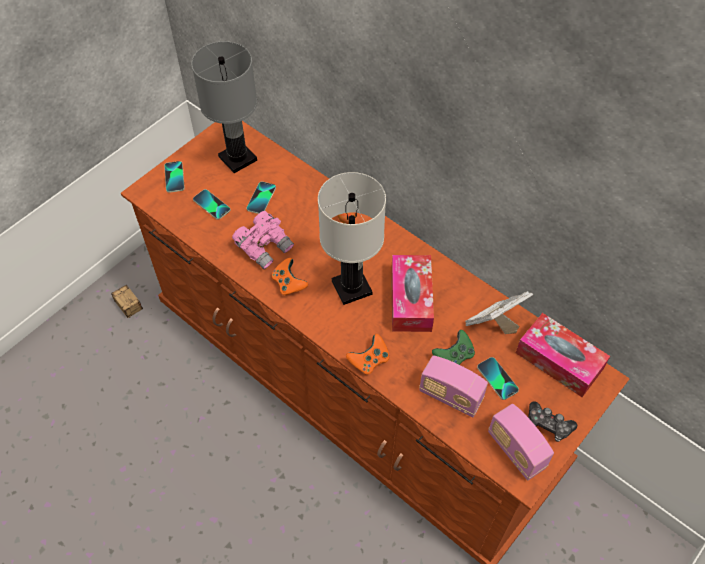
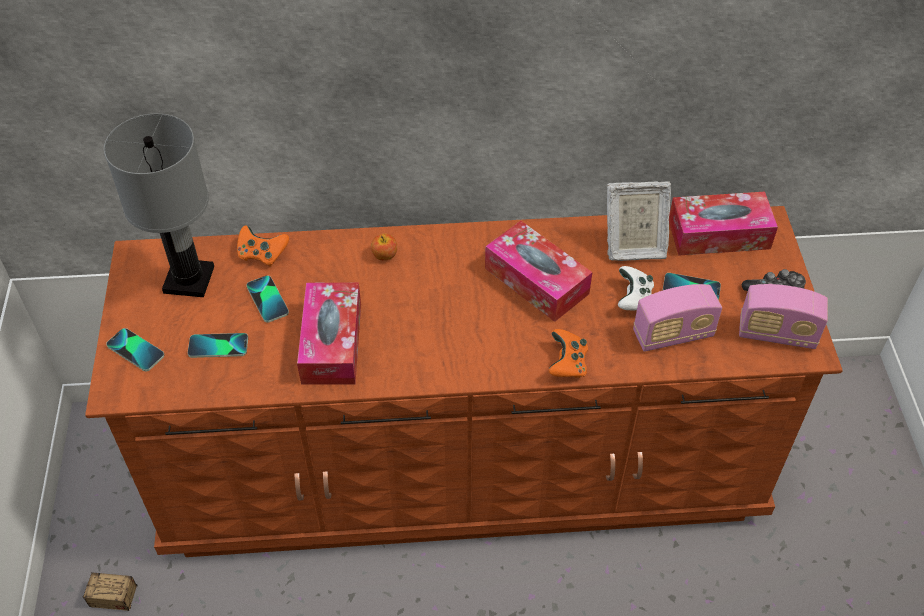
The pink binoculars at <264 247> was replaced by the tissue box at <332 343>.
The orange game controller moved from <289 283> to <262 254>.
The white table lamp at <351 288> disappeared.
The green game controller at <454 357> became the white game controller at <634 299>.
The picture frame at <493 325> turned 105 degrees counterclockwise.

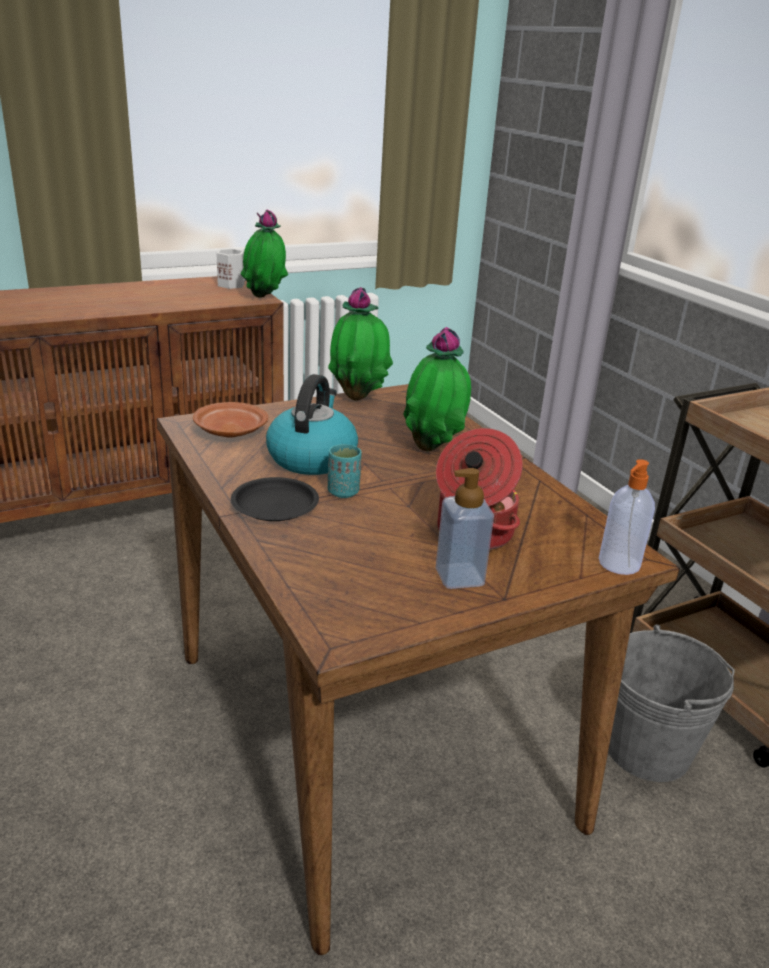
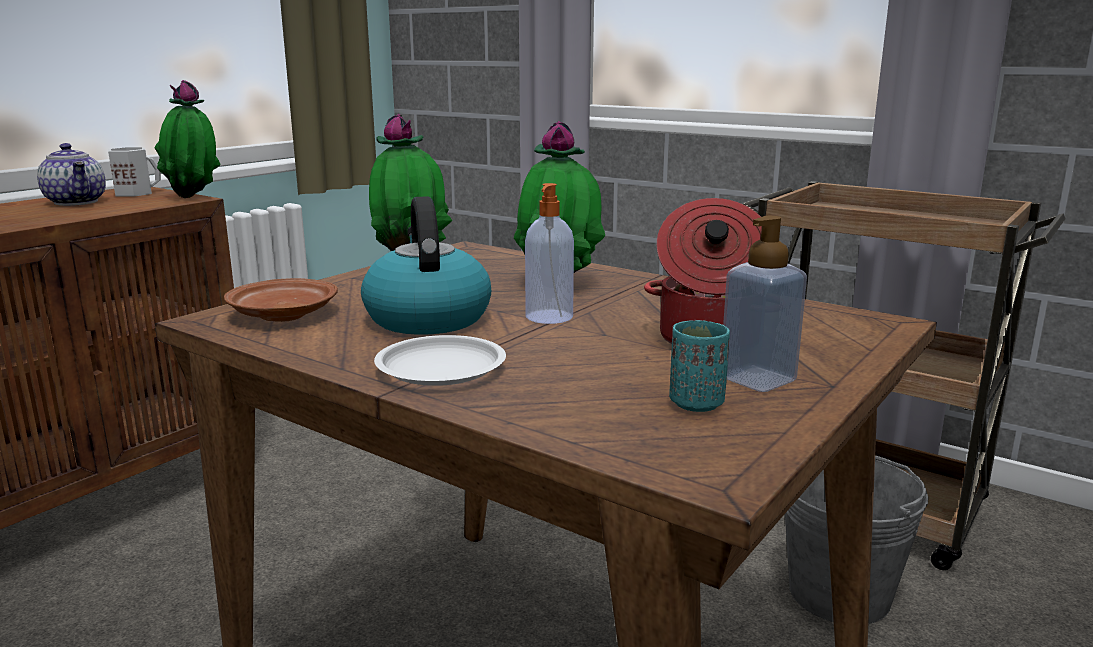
The black plate at <274 505> became the white plate at <440 368>.
The turquoise cup moved from <343 492> to <696 403>.
The soap dispenser moved from <618 564> to <548 317>.
The teapot at <78 202> appeared.

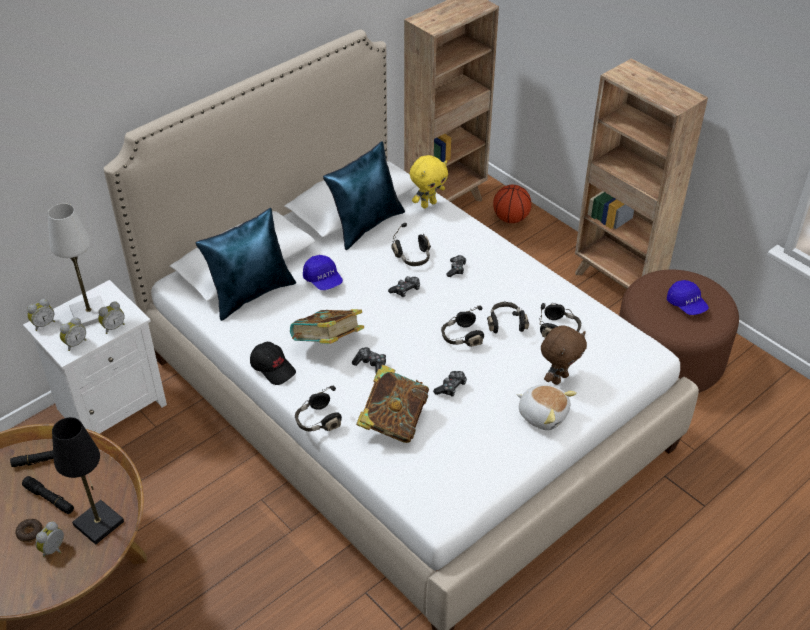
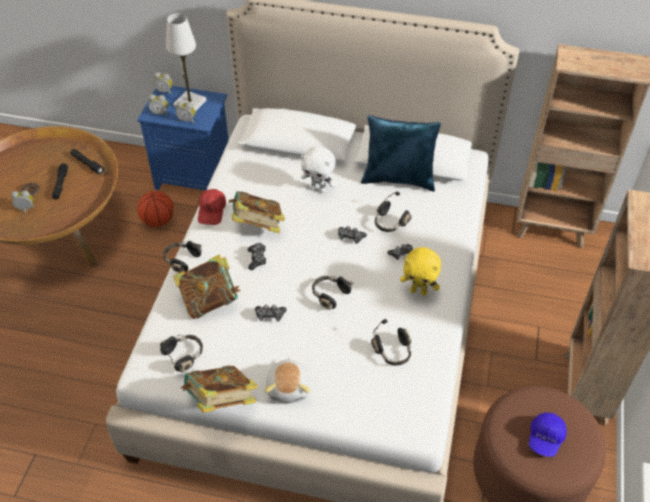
The white nightstand at <111 406> became the blue nightstand at <196 176>.
The black table lamp at <98 523> disappeared.
The blue pillow at <251 293> disappeared.
The black cap at <273 368> became the red cap at <212 211>.
The blue cap at <323 280> was replaced by the white plush toy at <318 189>.
The yellow plush toy moved from <428 204> to <419 291>.
The black headphones moved from <506 323> to <184 355>.
The basketball moved from <510 219> to <158 221>.
The brown plush toy at <559 378> disappeared.
The book at <221 401> appeared.

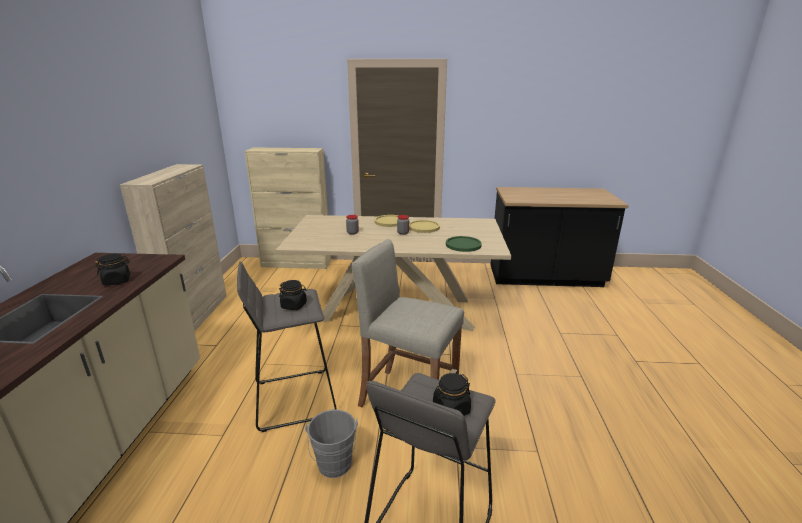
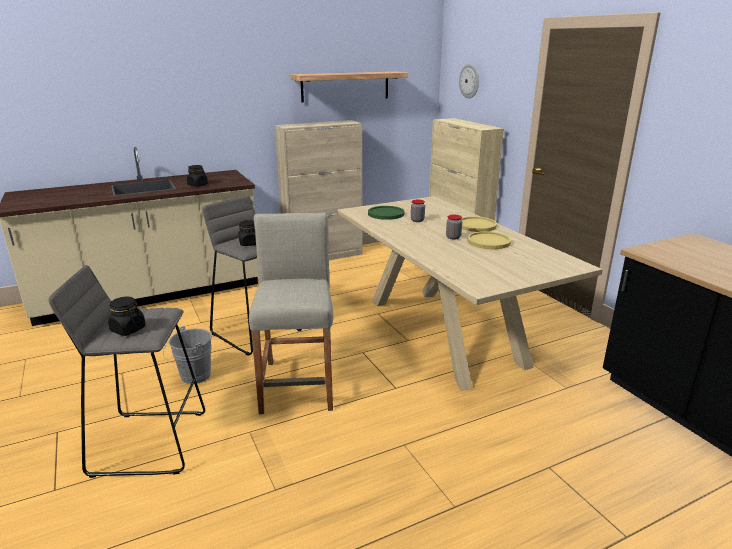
The green plate moved from <463 245> to <386 214>.
The shelf at <345 86> appeared.
The wall clock at <469 81> appeared.

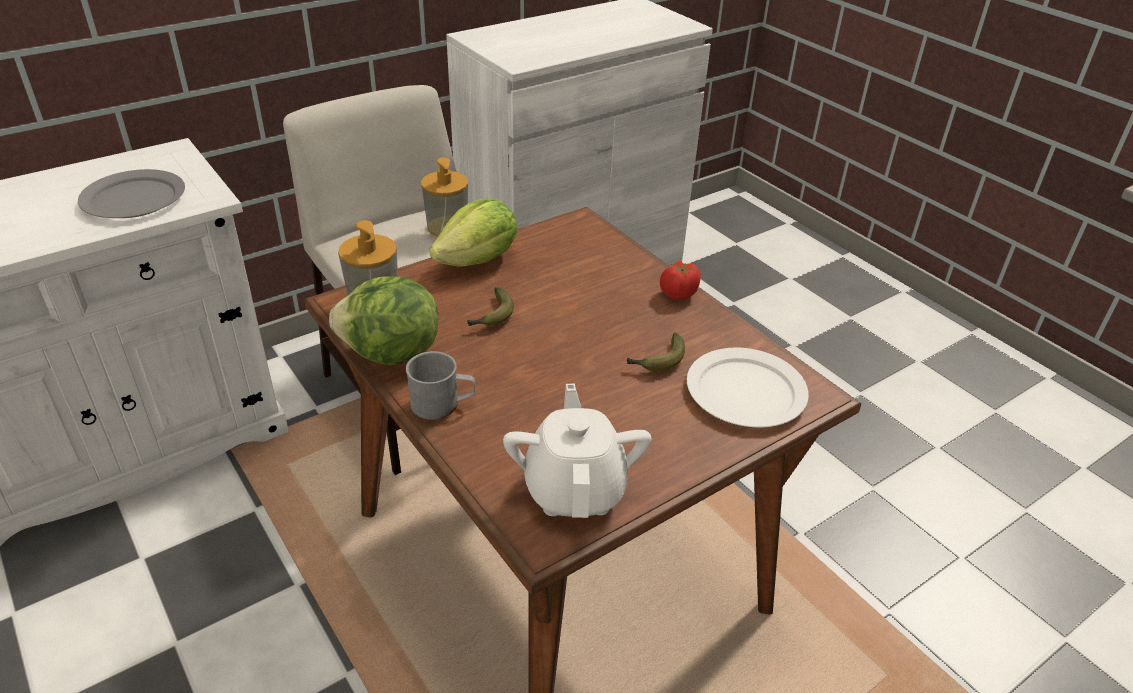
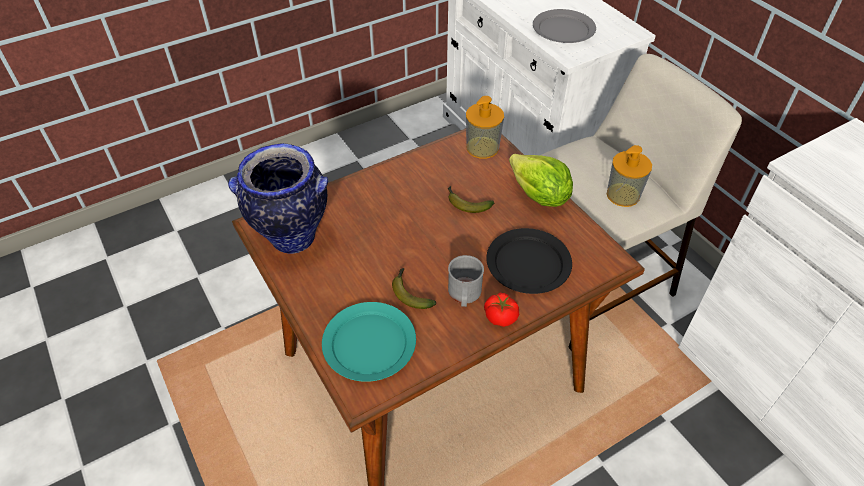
The lettuce at <391 354> disappeared.
The grey mug moved from <442 404> to <464 295>.
The white teapot at <575 489> was replaced by the vase at <292 239>.
The white plate at <744 391> became the turquoise plate at <369 343>.
The black plate at <527 263> appeared.

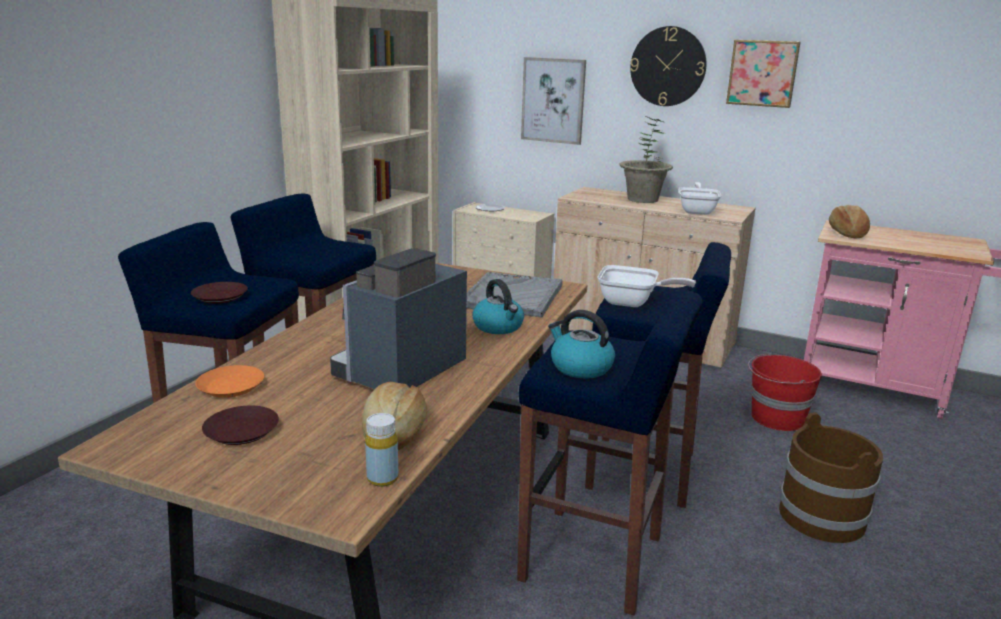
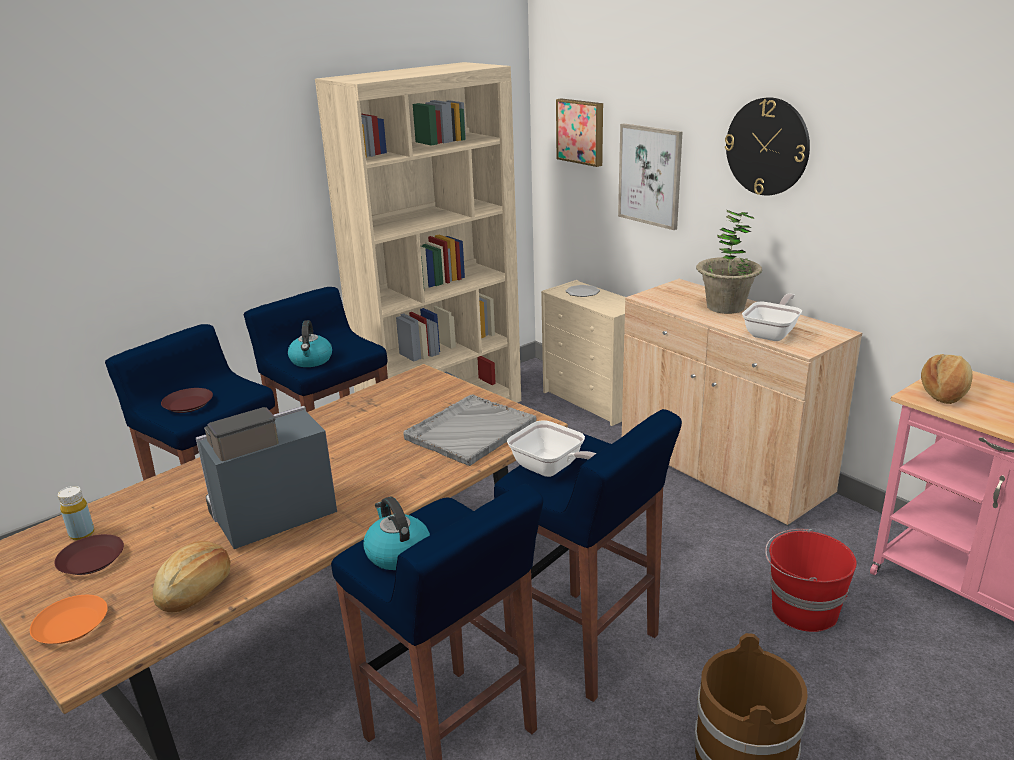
The orange plate moved from <230 386> to <71 625>.
The yellow bottle moved from <382 479> to <82 534>.
The kettle moved from <498 327> to <311 360>.
The picture moved from <762 73> to <581 131>.

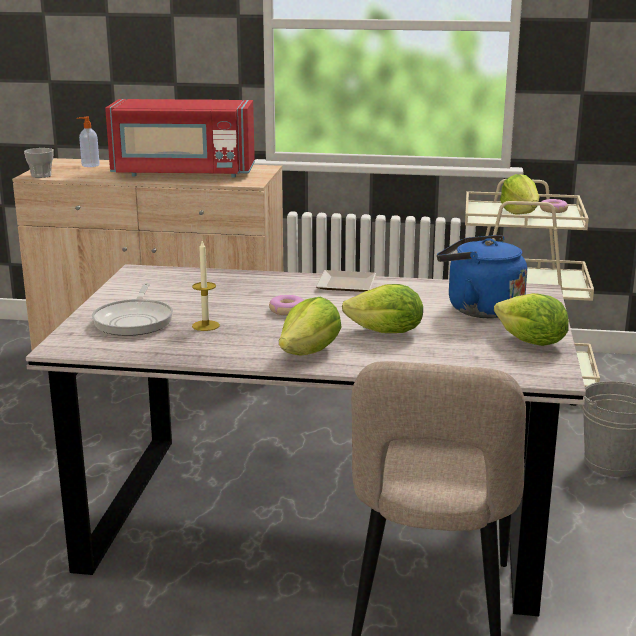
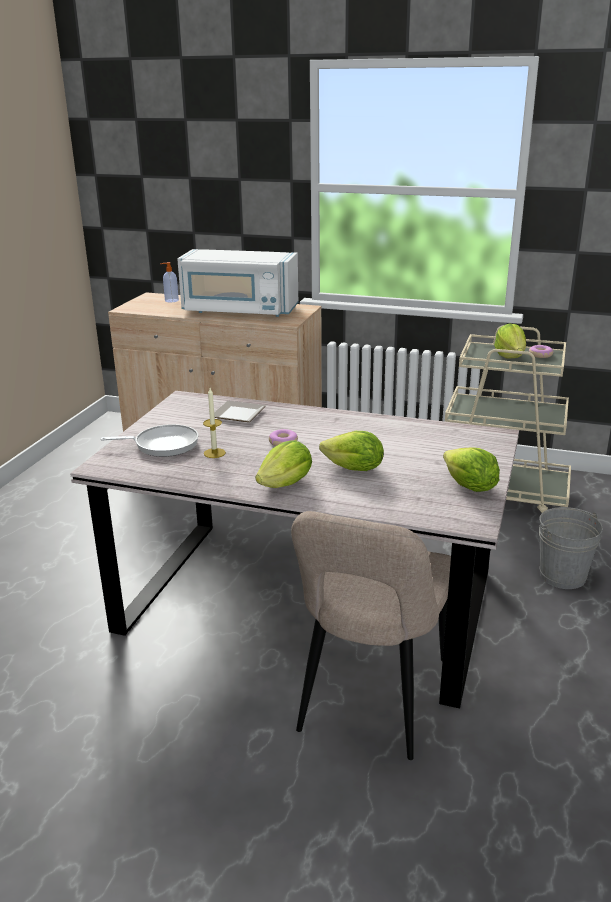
The cup at <41 175> disappeared.
The frying pan at <135 320> turned 105 degrees counterclockwise.
The red microwave at <183 173> became the white microwave at <239 311>.
The plate moved from <348 285> to <239 415>.
The blue kettle at <479 309> disappeared.

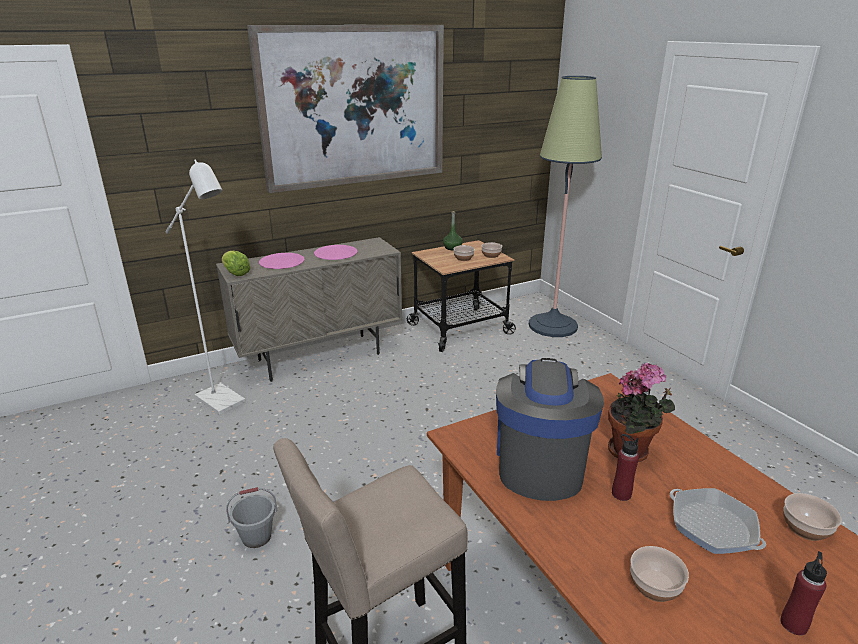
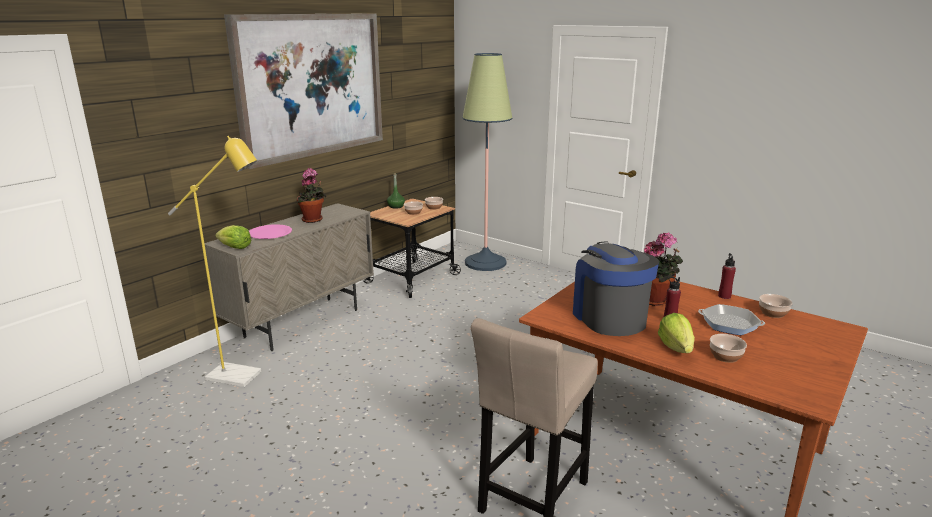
The white floor lamp at <225 403> became the yellow floor lamp at <242 377>.
The grey bucket at <256 537> disappeared.
The pink plate at <336 254> was replaced by the potted plant at <313 220>.
The red bottle moved from <793 624> to <724 296>.
The lettuce at <676 348> appeared.

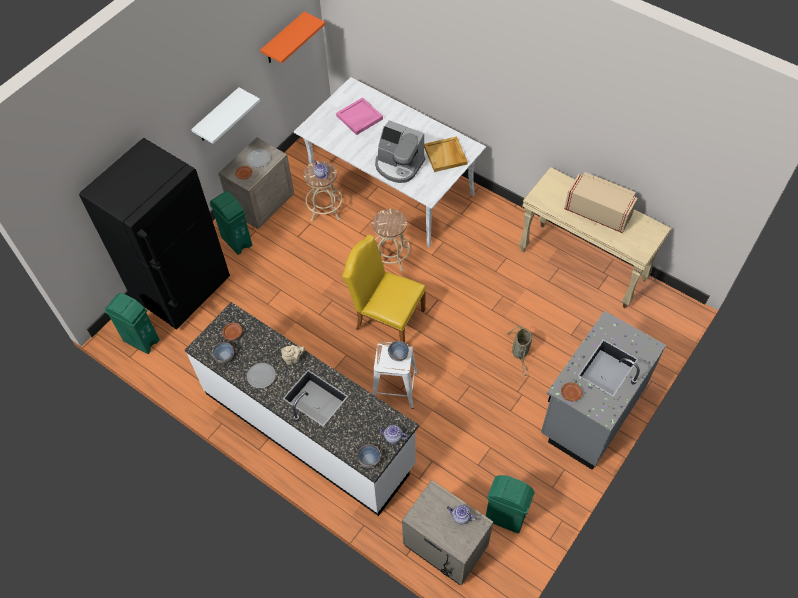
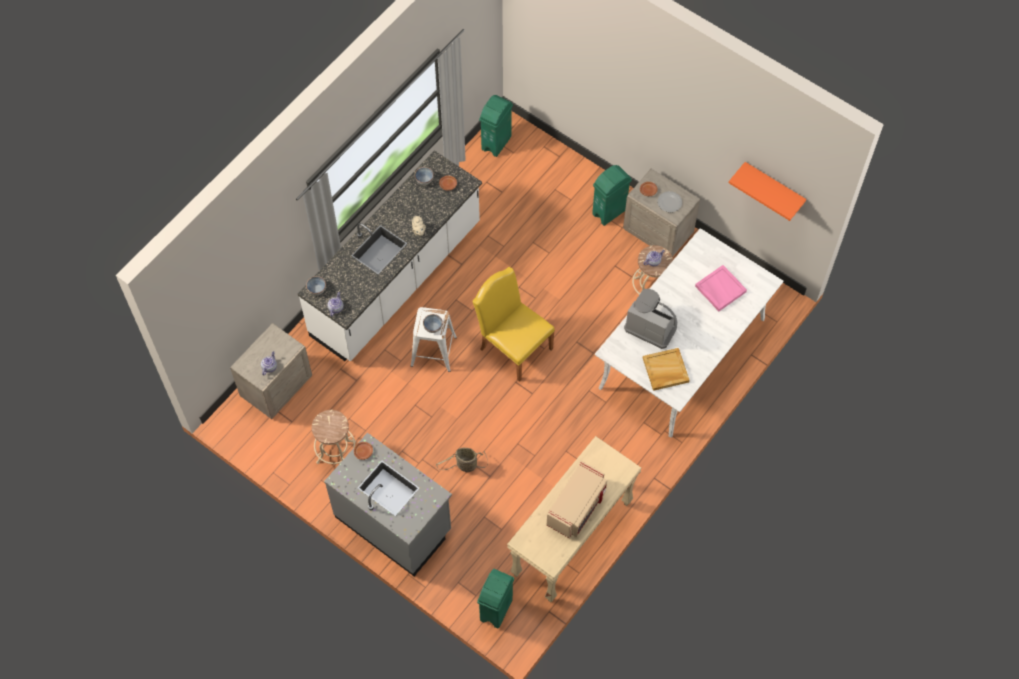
The black fridge at <183 291> disappeared.
The white shelf at <217 116> disappeared.
The plate at <261 375> disappeared.
The yellow chair at <386 317> turned 75 degrees counterclockwise.
The beige stool moved from <391 257> to <336 452>.
The coffee machine at <398 165> turned 90 degrees clockwise.
The green trash can moved from <505 518> to <495 610>.

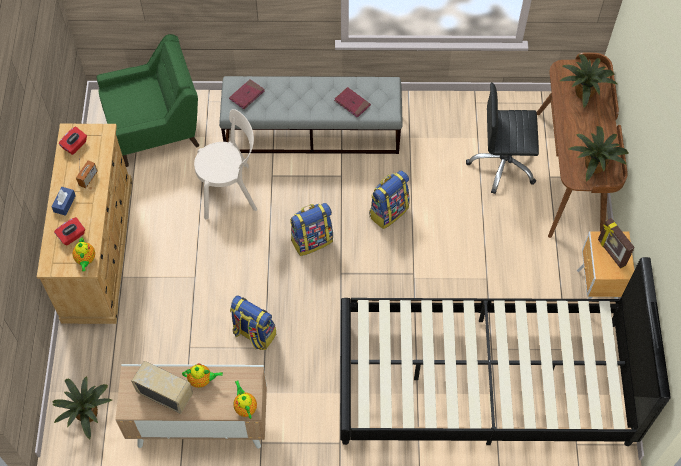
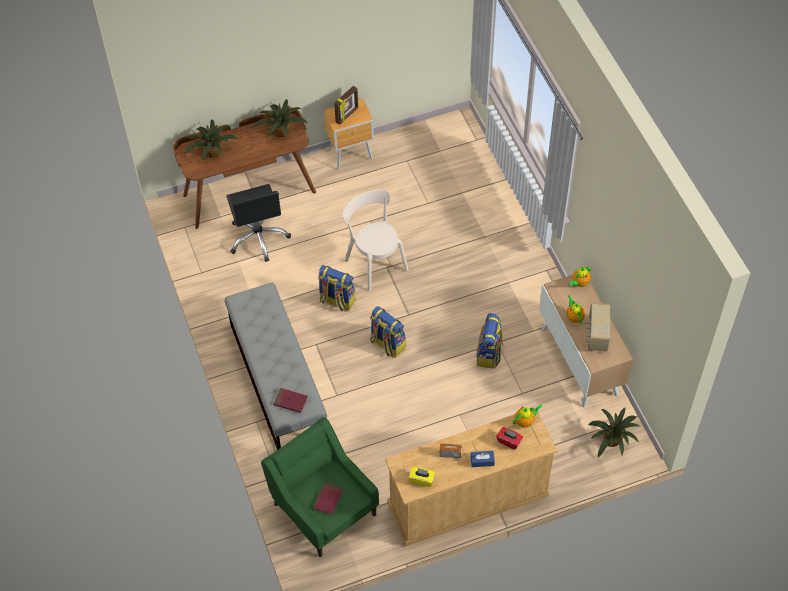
The red tissue box at <75 145> became the yellow tissue box at <422 480>.
The beige chair moved from <230 191> to <374 262>.
The red book moved from <352 103> to <328 499>.
The black bed at <484 382> disappeared.

